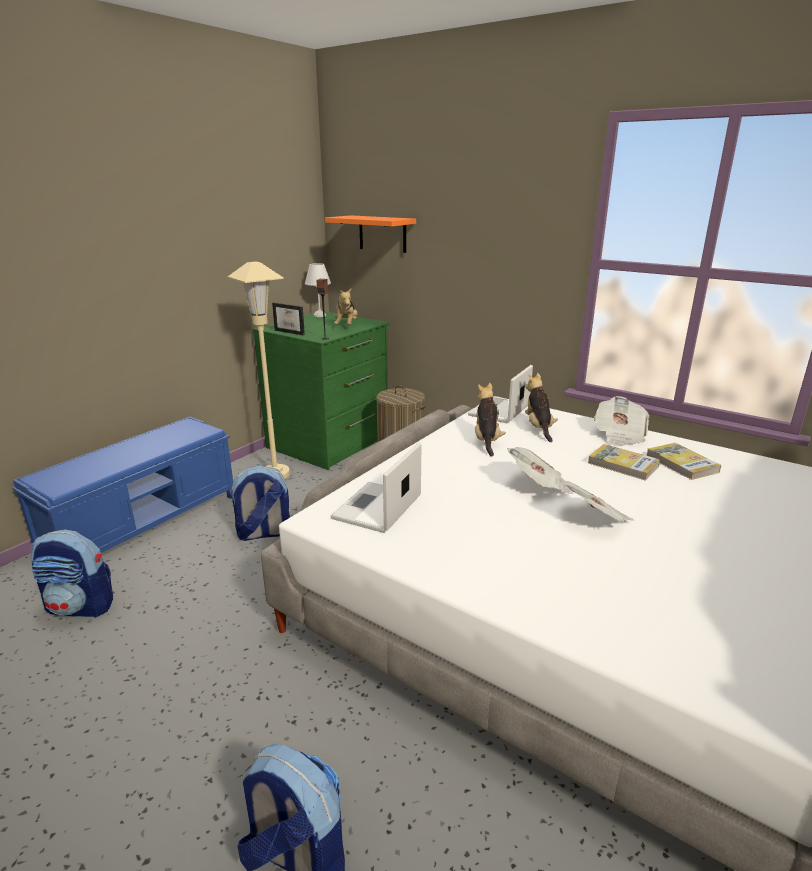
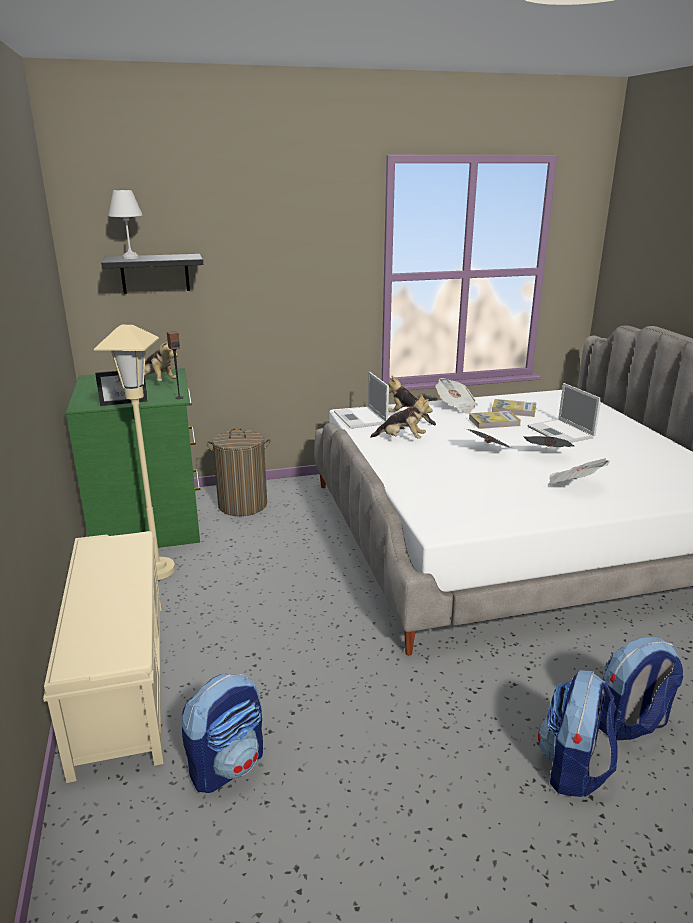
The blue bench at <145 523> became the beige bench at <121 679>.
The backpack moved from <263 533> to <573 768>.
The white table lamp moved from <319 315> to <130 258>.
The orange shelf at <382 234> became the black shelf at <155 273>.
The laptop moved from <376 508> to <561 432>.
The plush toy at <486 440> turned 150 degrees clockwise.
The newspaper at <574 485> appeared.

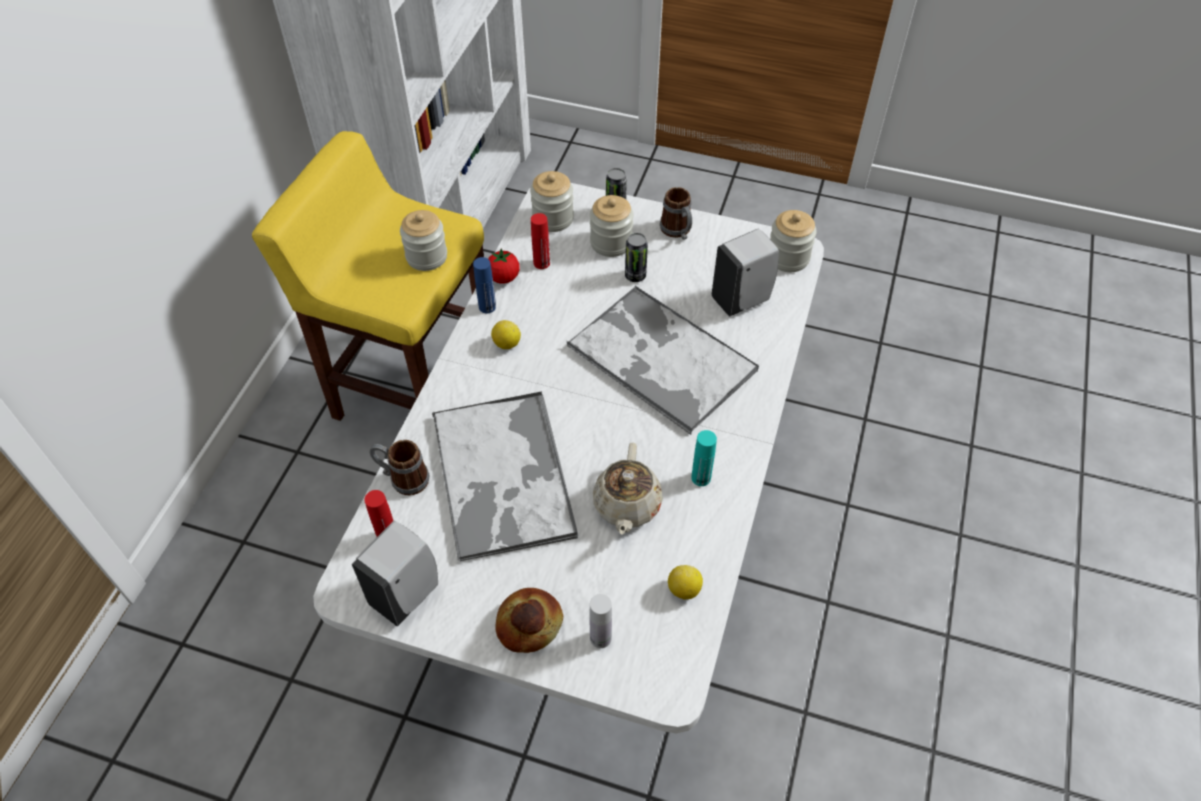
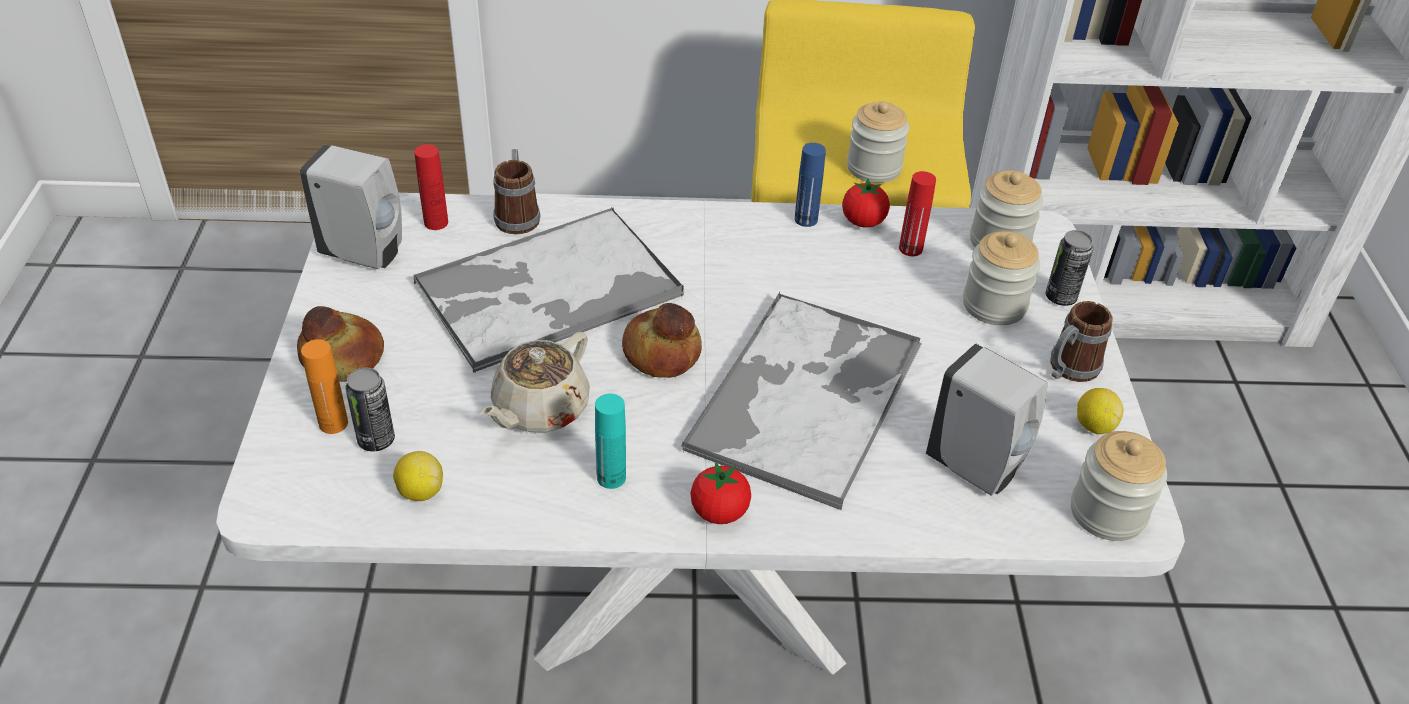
The lemon moved from <506 344> to <1094 425>.
The white bottle at <600 638> became the orange bottle at <333 423>.
The beige teapot at <626 505> turned 45 degrees counterclockwise.
The can moved from <635 275> to <376 440>.
The bread at <660 352> appeared.
The tomato at <719 512> appeared.

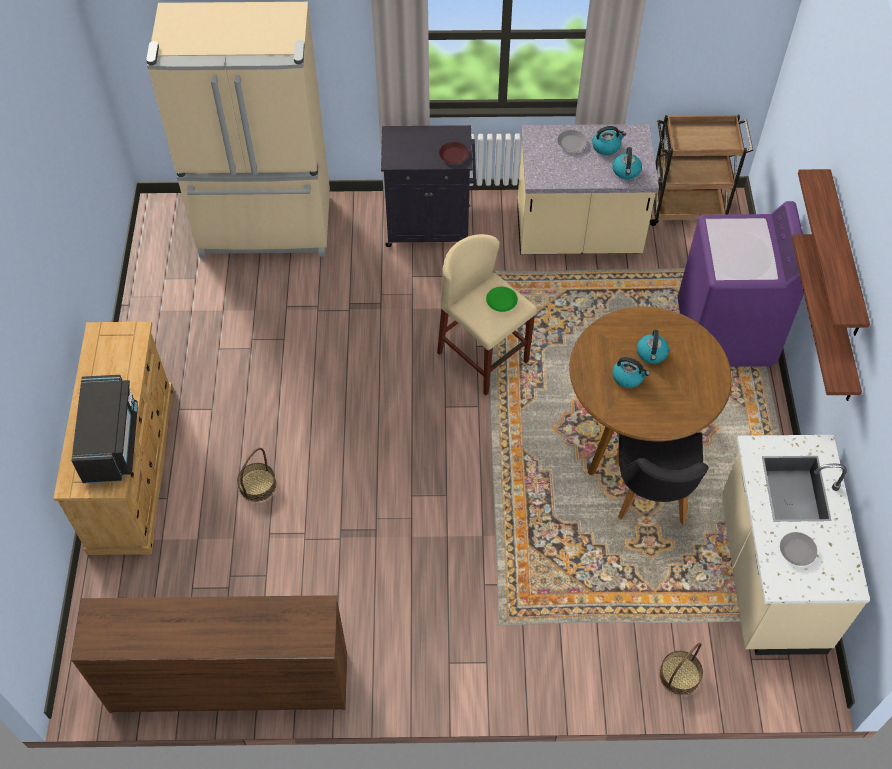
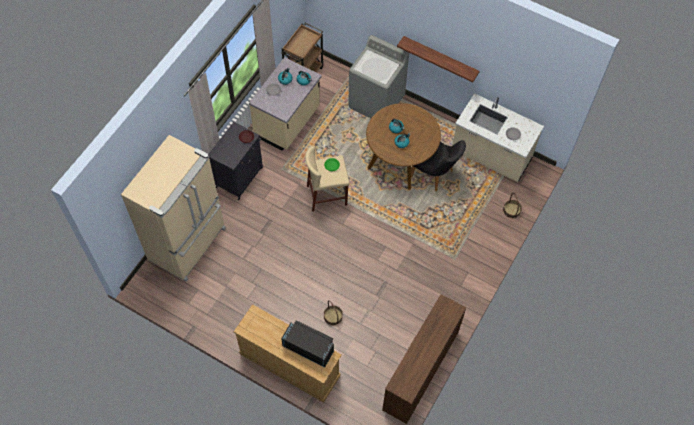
The purple washing machine at <725 333> became the grey washing machine at <376 102>.
The shelf at <844 255> disappeared.

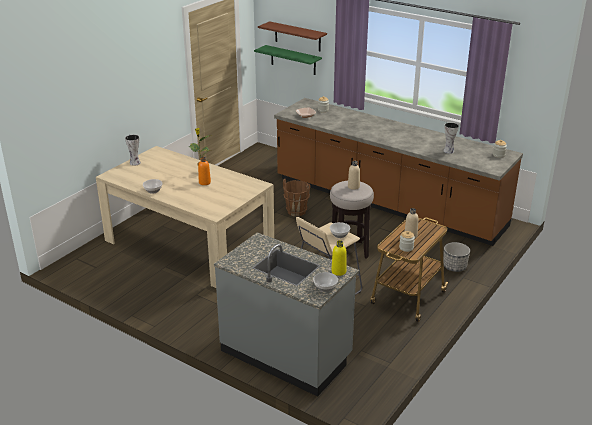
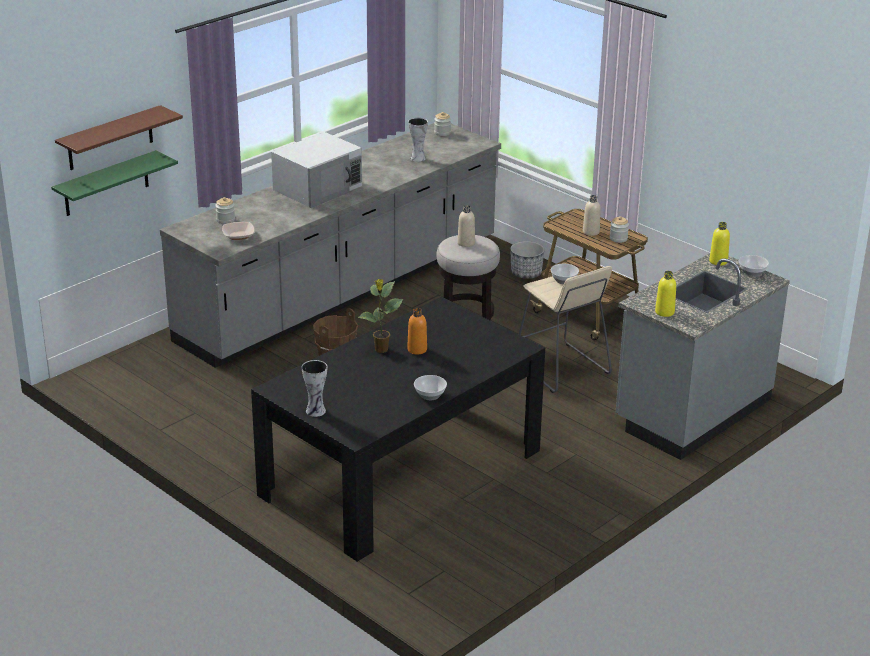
The beige dining table at <189 244> became the black dining table at <401 472>.
The brown counter at <387 202> became the grey counter at <342 291>.
The white microwave at <318 188> appeared.
The yellow bottle at <664 312> appeared.

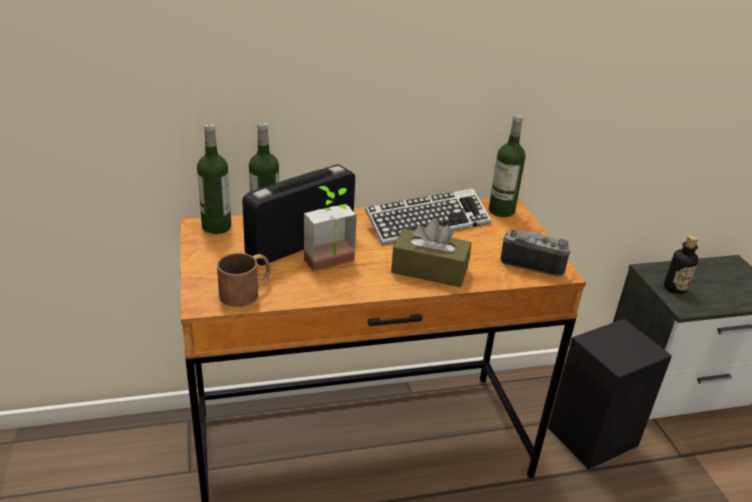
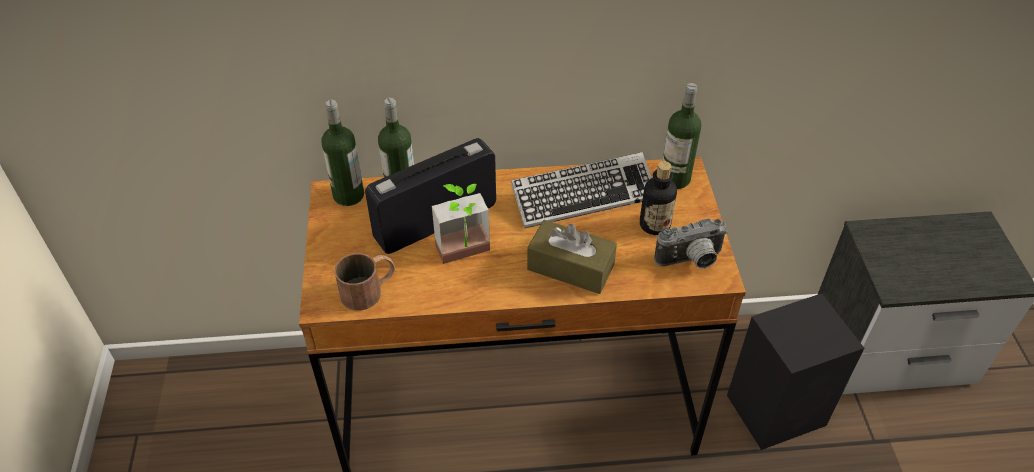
The photo camera at <533 263> turned 135 degrees clockwise.
The bottle moved from <675 288> to <654 225>.

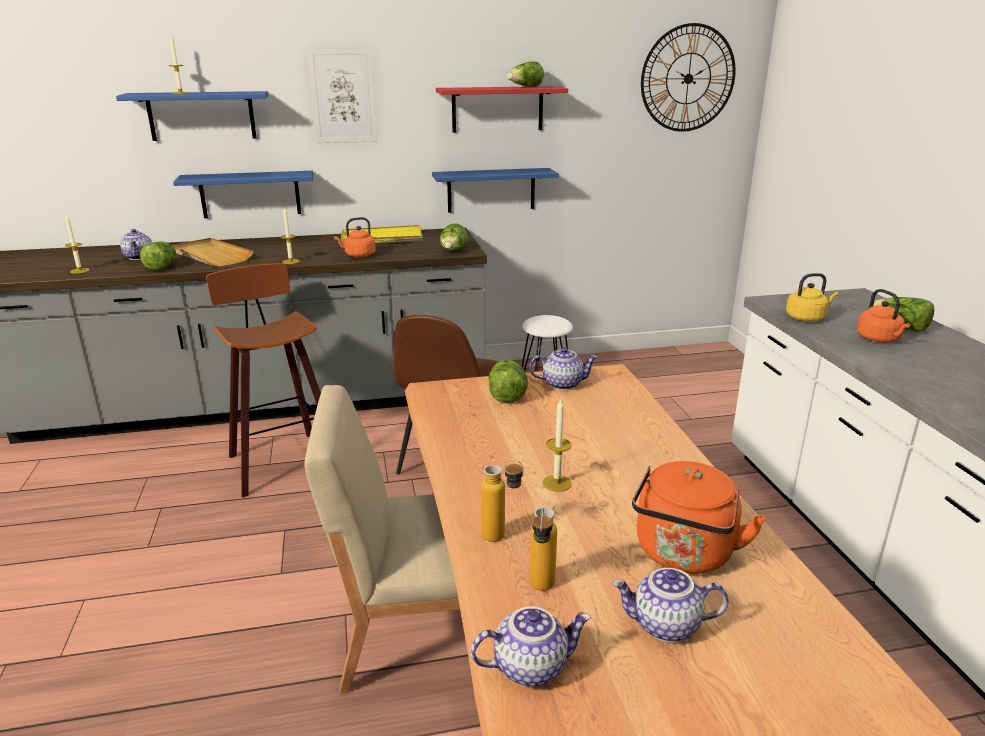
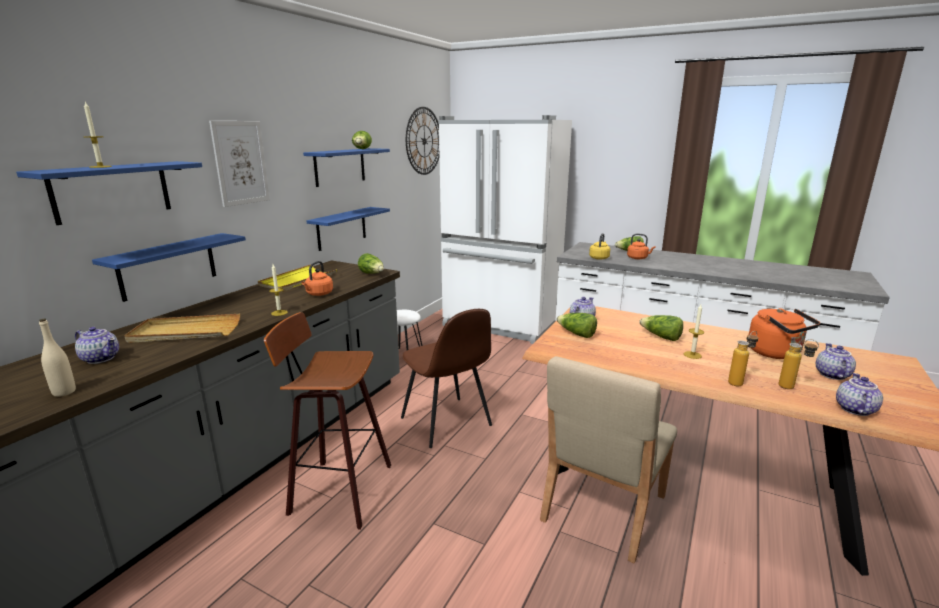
The candle at <79 271> was replaced by the beige bottle at <64 392>.
The lettuce moved from <162 266> to <661 337>.
The red shelf at <497 109> became the blue shelf at <340 166>.
The teapot at <665 626> turned 150 degrees clockwise.
The white fridge at <500 325> appeared.

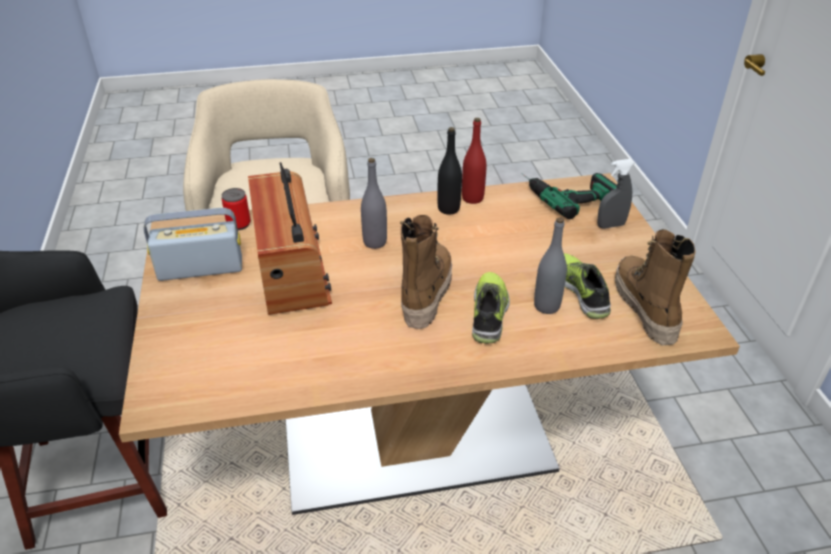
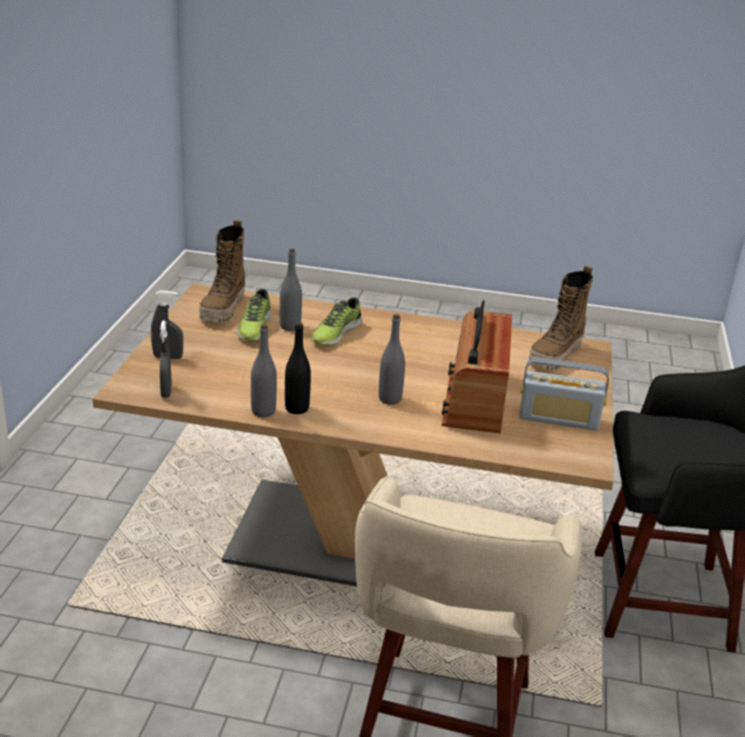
The can at <238 224> disappeared.
The boot moved from <425 293> to <556 356>.
The red bottle at <472 198> became the grey bottle at <263 411>.
The power drill at <566 193> was replaced by the grey spray bottle at <166 392>.

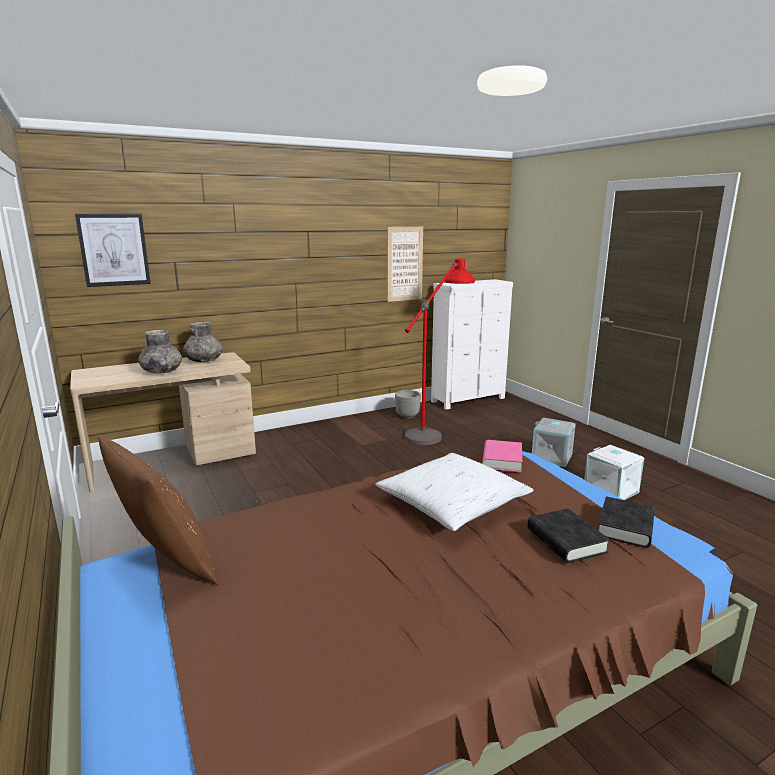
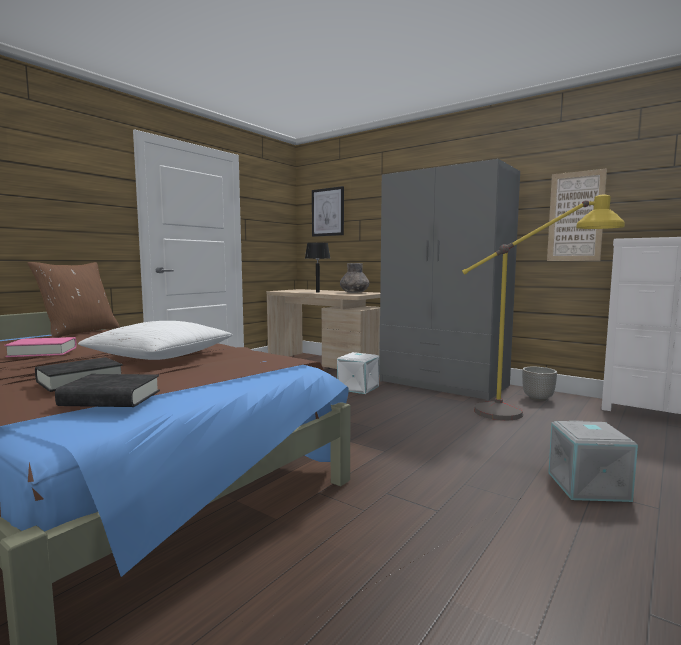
The grey vase at <161 371> was replaced by the black table lamp at <317 292>.
The red floor lamp at <436 429> became the yellow floor lamp at <533 414>.
The pink book moved from <502 460> to <43 352>.
The white storage box moved from <611 490> to <358 388>.
The grey wardrobe at <443 383> appeared.

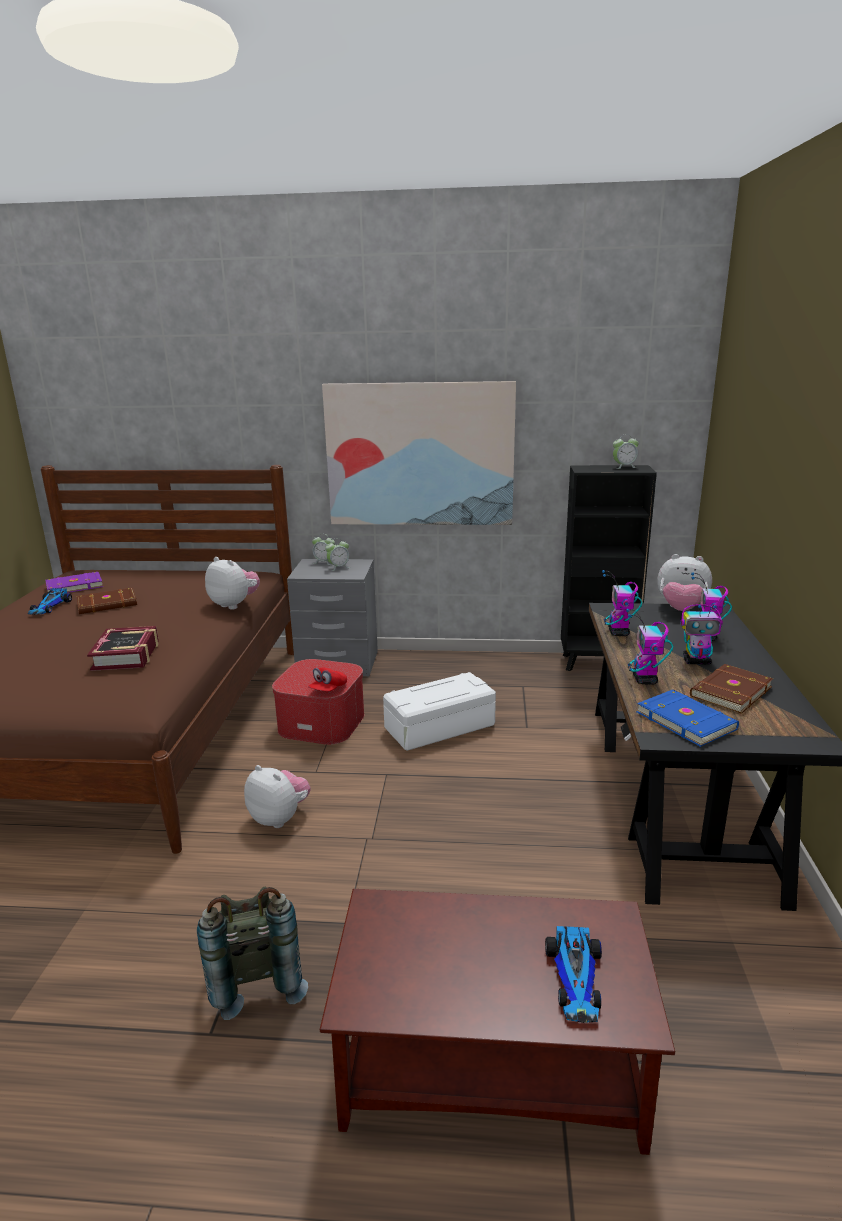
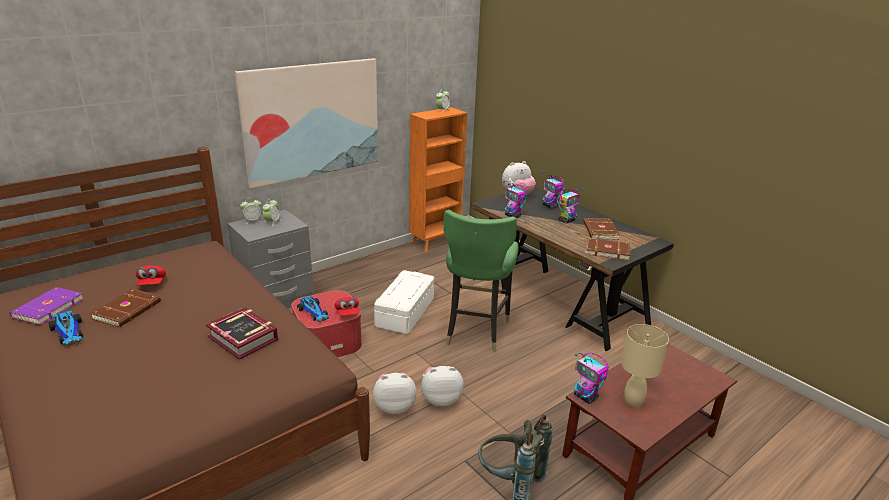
The plush toy moved from <234 604> to <440 399>.
The toy car moved from <576 979> to <314 312>.
The black bookcase at <598 663> became the orange bookcase at <436 242>.
The toy robot moved from <644 679> to <586 397>.
The blue book at <686 720> became the brown book at <607 250>.
The red cap at <152 283> appeared.
The green chair at <475 331> appeared.
The beige table lamp at <632 401> appeared.

